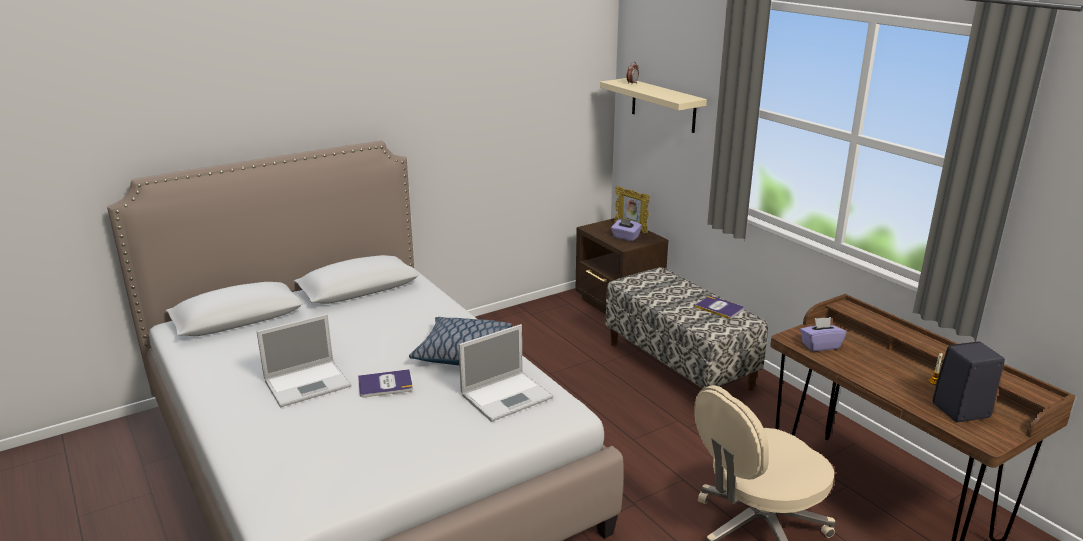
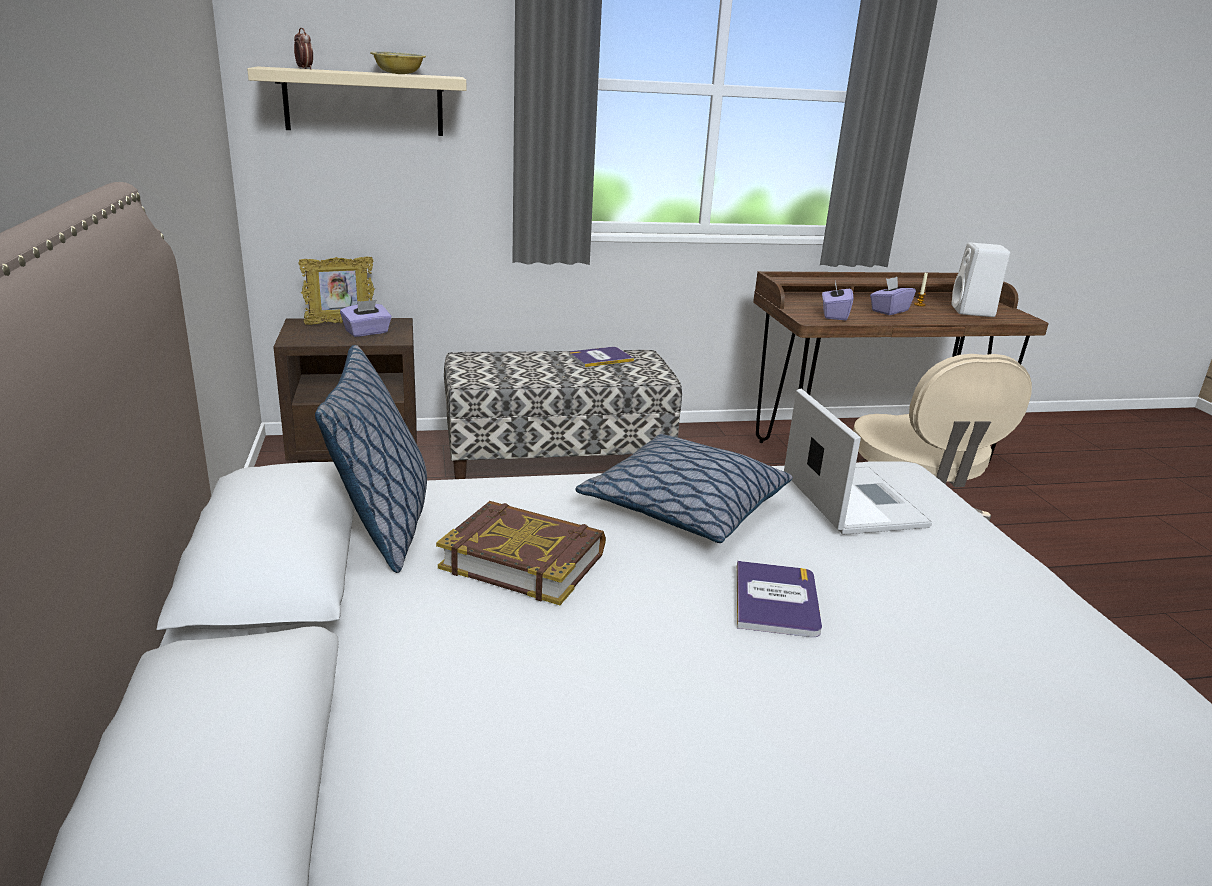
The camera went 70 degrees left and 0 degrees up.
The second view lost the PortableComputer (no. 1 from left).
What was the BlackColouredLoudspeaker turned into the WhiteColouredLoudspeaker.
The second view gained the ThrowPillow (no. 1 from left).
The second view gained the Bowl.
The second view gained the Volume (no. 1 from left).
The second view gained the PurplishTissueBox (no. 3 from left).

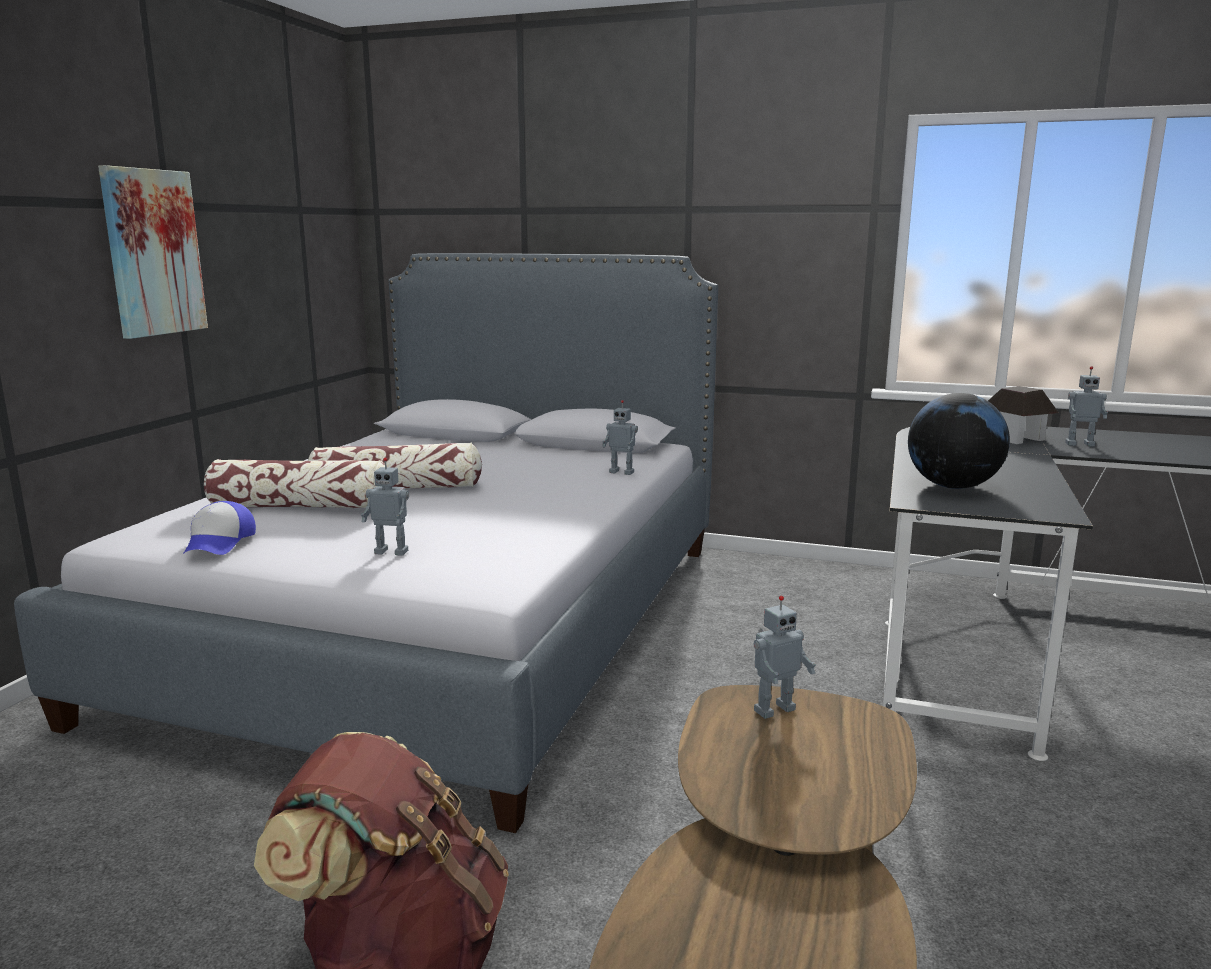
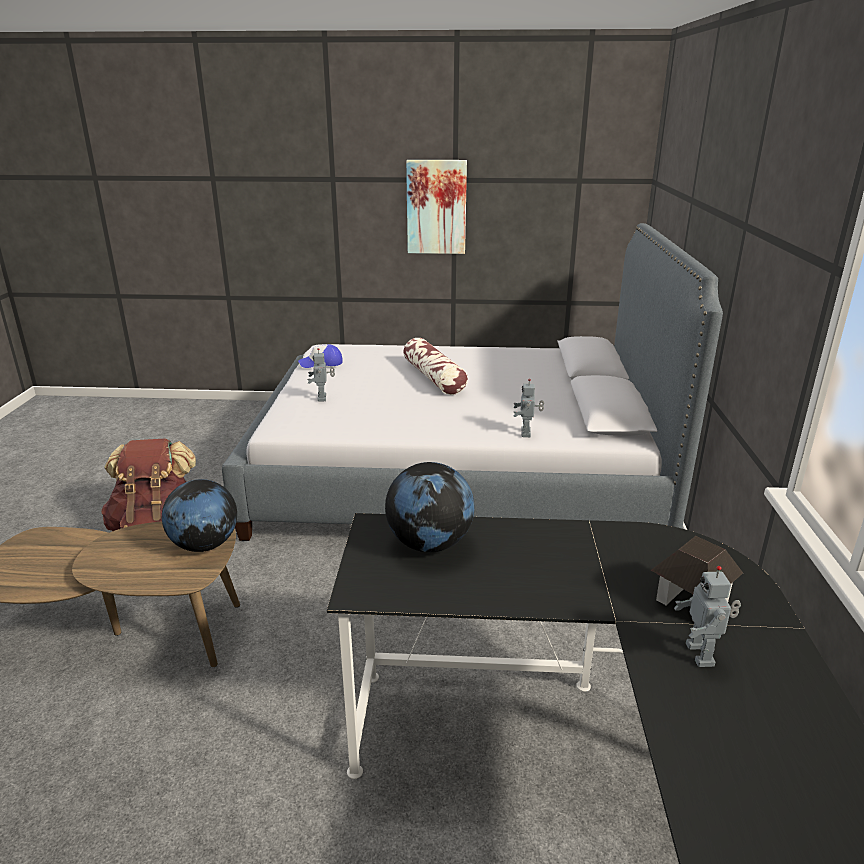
The camera went 75 degrees right and 10 degrees up.
The second view lost the ThrowPillow (no. 1 from left).
Where the ModelRobot (no. 3 from left) stood, the WorldGlobe (no. 1 from left) came to stand.

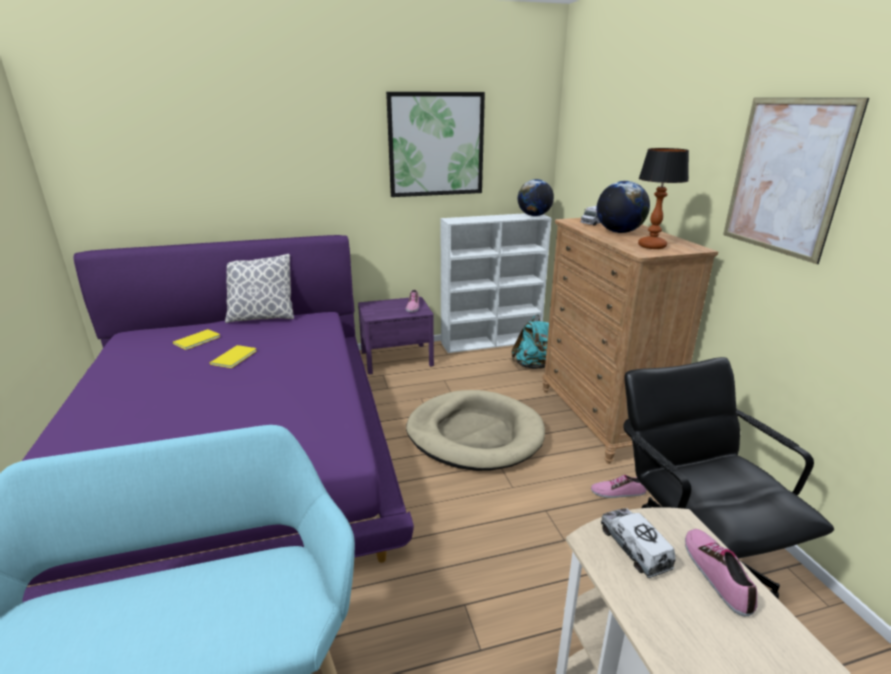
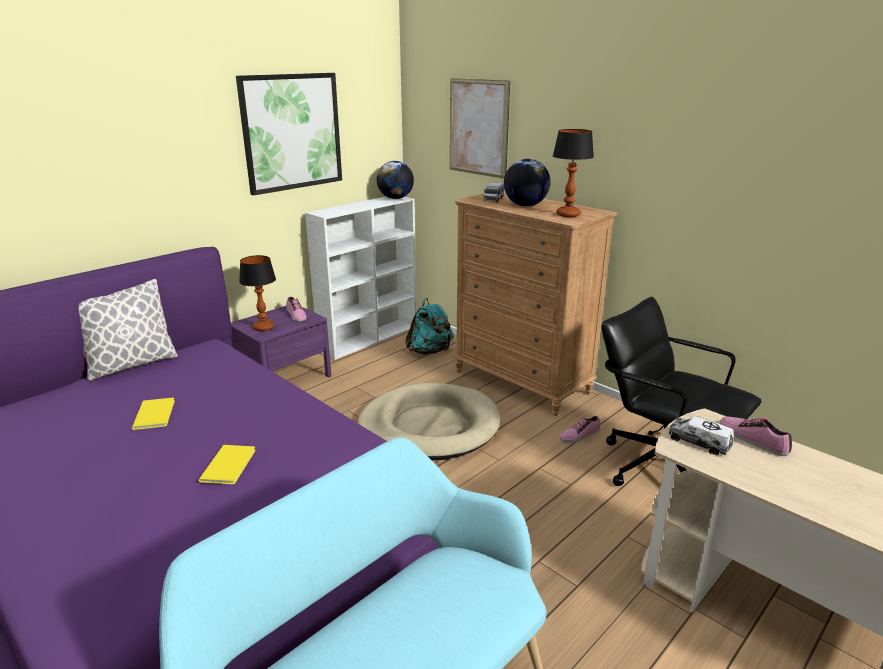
The camera went 30 degrees left and 0 degrees up.
The YellowVolume (no. 1 from left in the first image) ended up elsewhere.
The Picture (no. 2 from left) ended up elsewhere.
The second view gained the LampForATable (no. 1 from left).

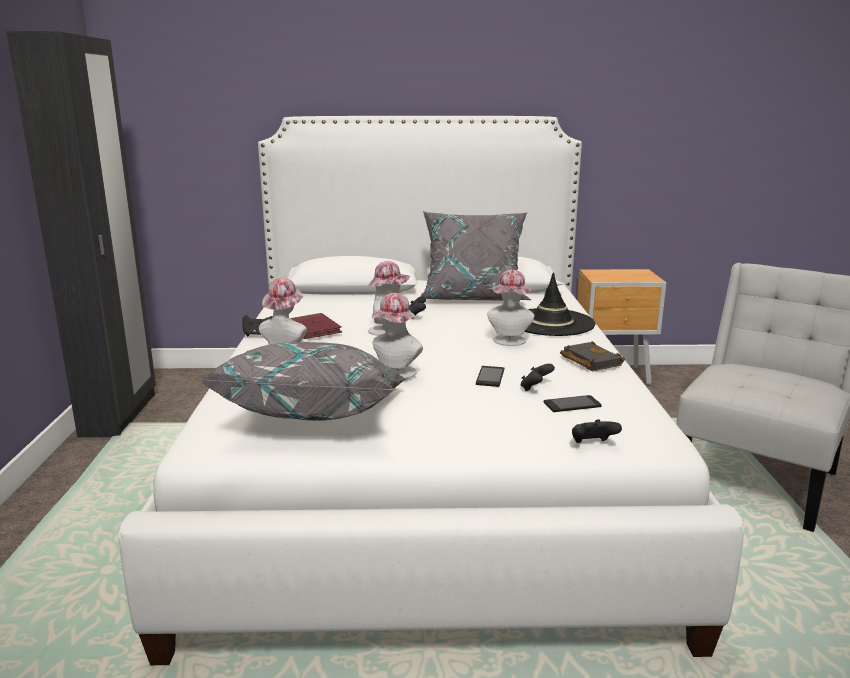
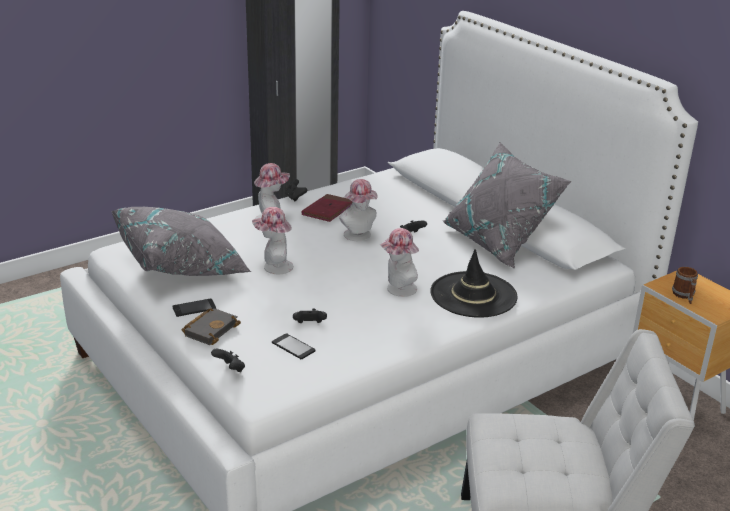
The camera went 55 degrees right and 10 degrees up.
The Telephone (no. 1 from left) ended up elsewhere.
The BlackColouredVolume ended up elsewhere.
The second view gained the TeaMug.

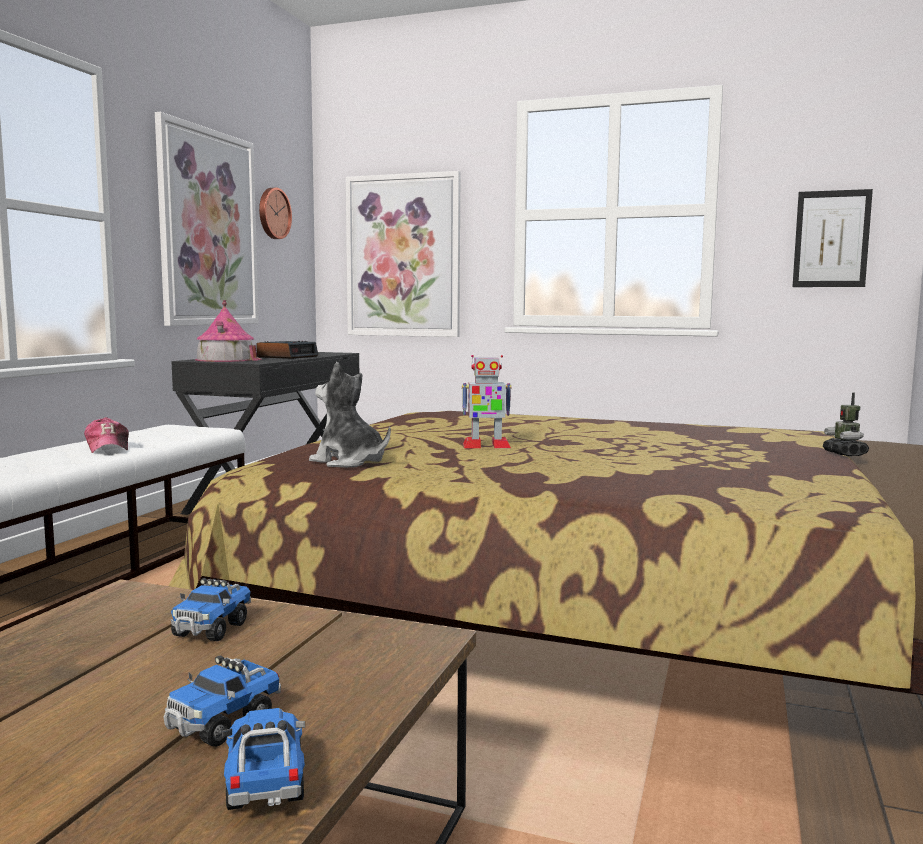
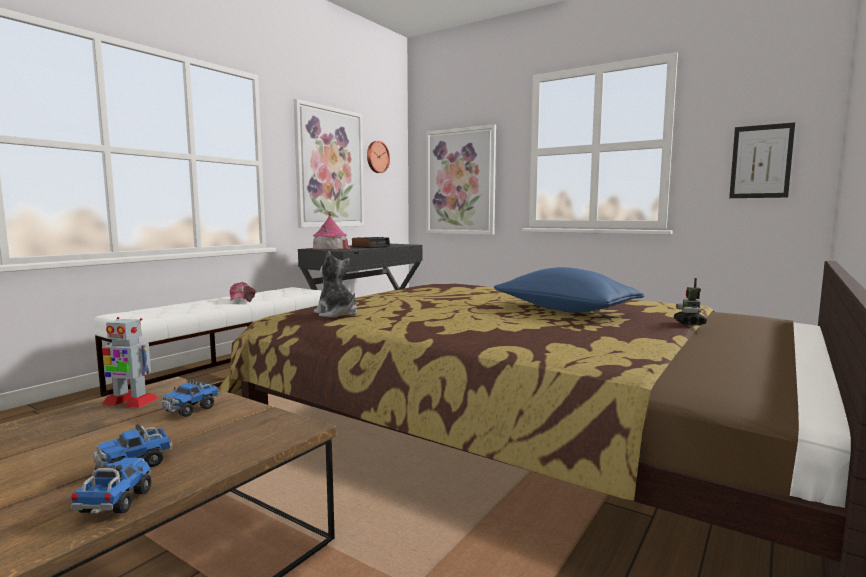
The camera went 15 degrees right and 0 degrees up.
The ModelRobot (no. 1 from left) ended up elsewhere.
The second view gained the BlueThrowPillow.

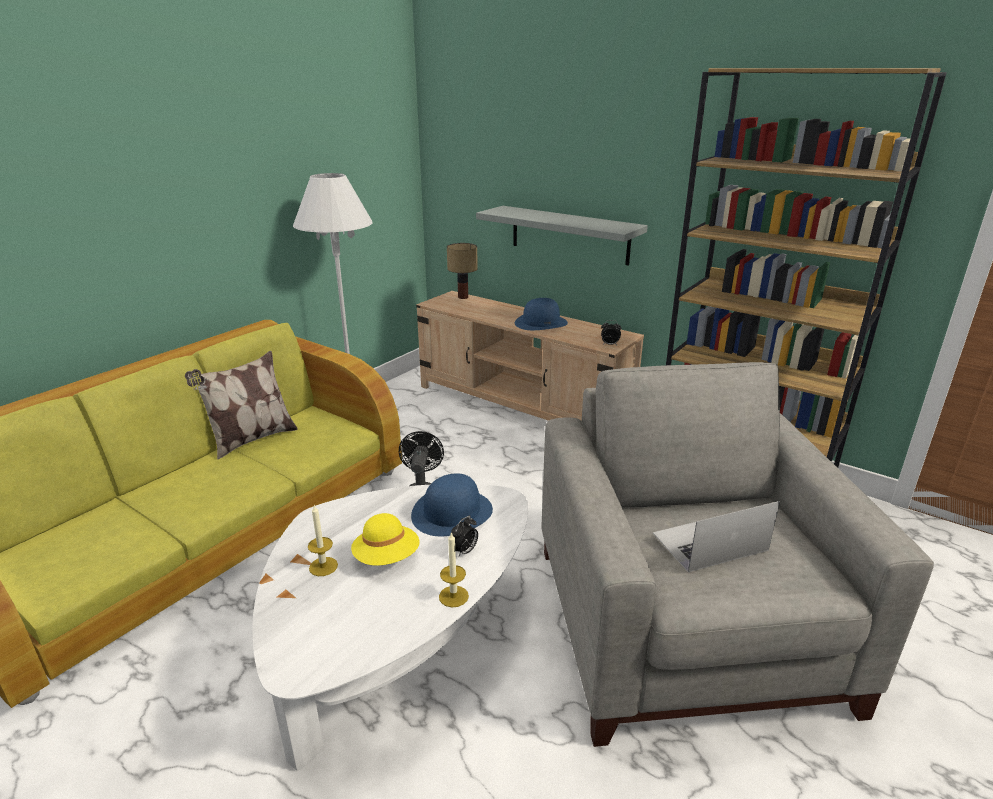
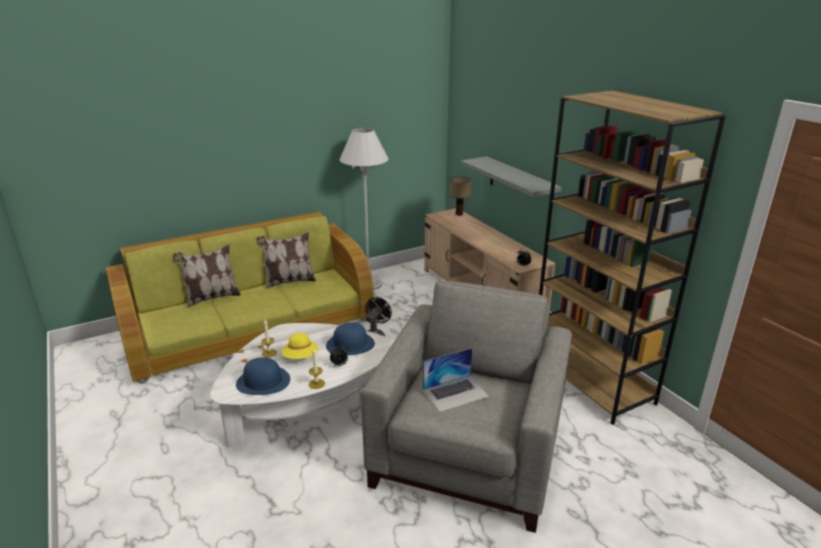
The camera went 25 degrees right and 0 degrees up.
The BlueHat (no. 2 from left in the first image) ended up elsewhere.
The PortableComputer ended up facing another way, 150 degrees clockwise from before.
The second view gained the ThrowPillow (no. 1 from left).

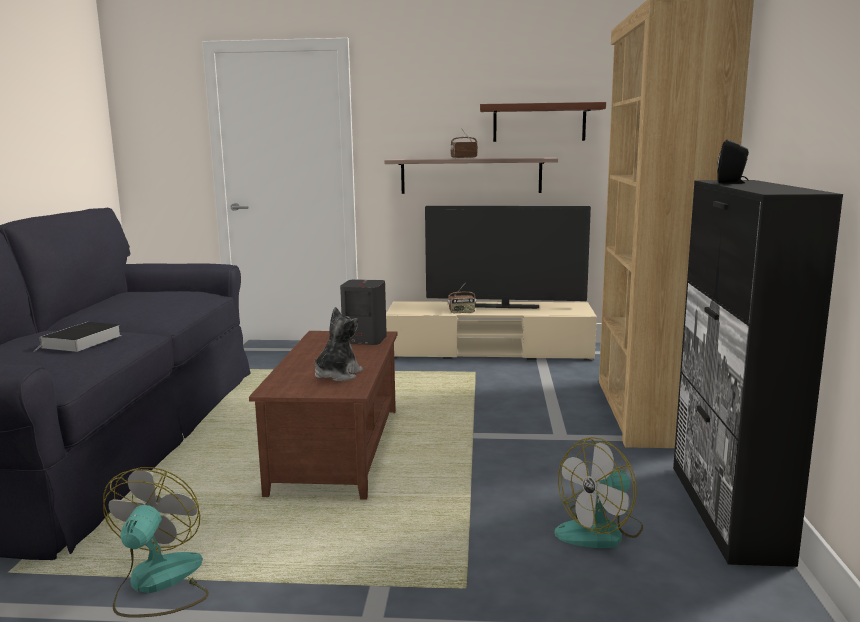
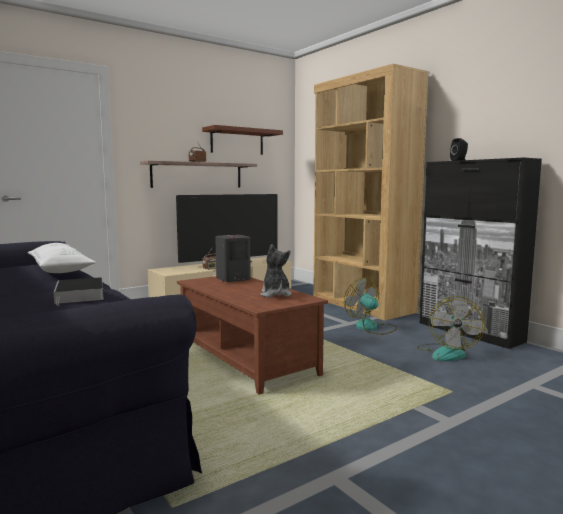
The camera went 40 degrees left and 5 degrees down.
The CoolingFan (no. 1 from left) ended up elsewhere.
The second view gained the WhiteColouredThrowPillow.

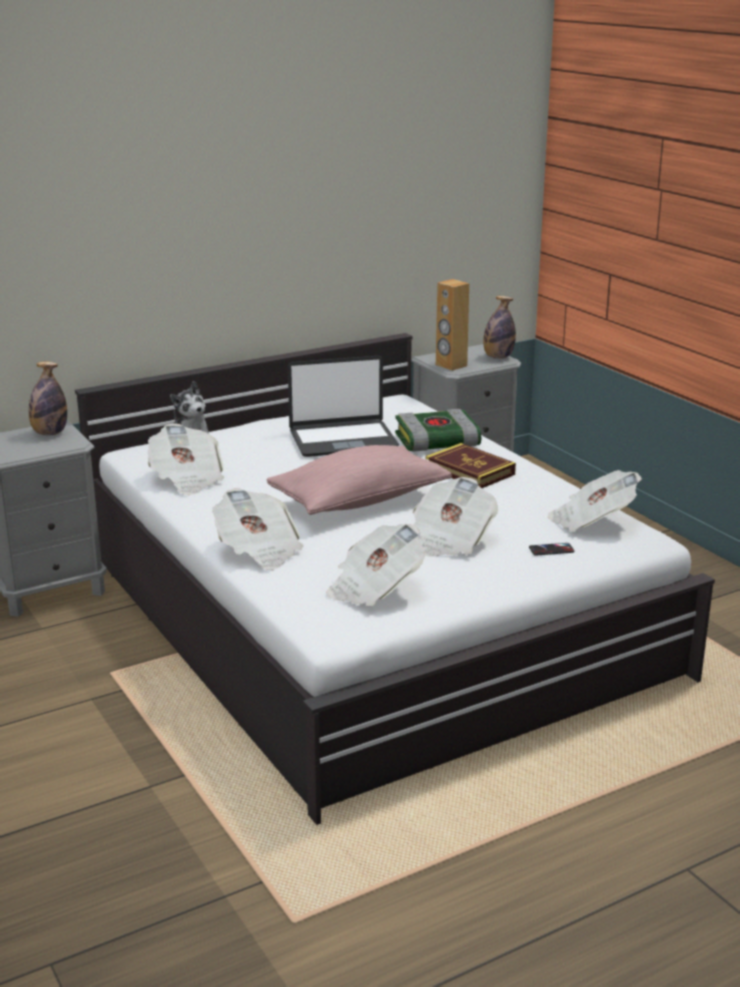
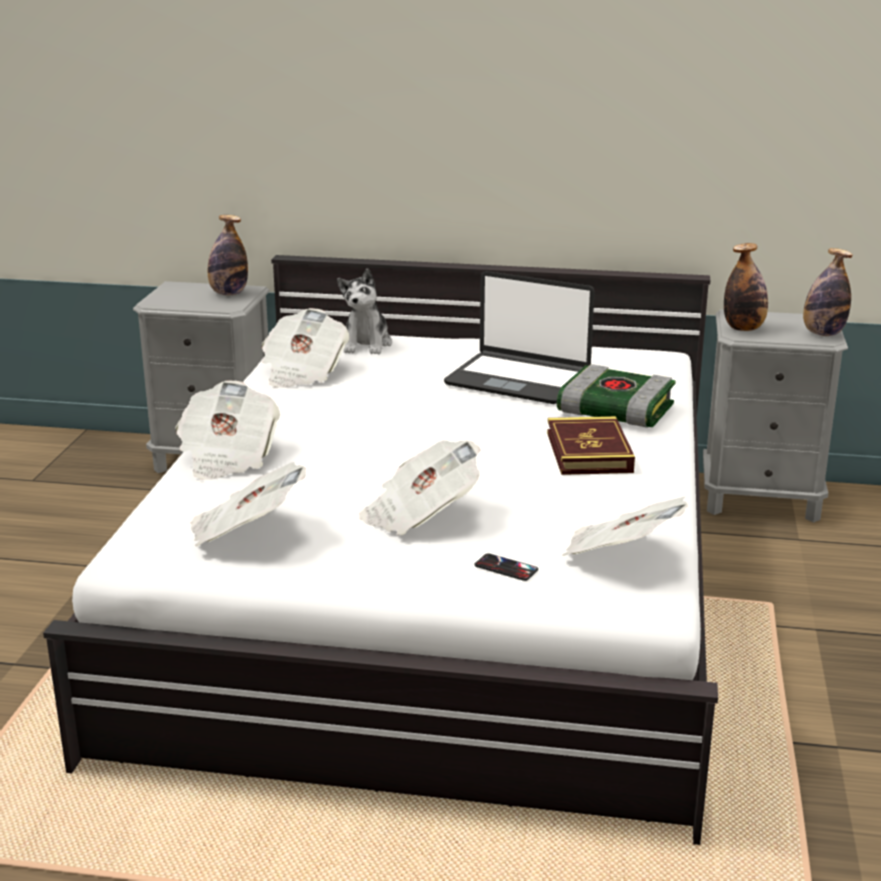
The camera went 40 degrees right and 0 degrees up.
The second view lost the PinkColouredThrowPillow.
Where the BrownishLoudspeaker stood, the Bottle (no. 2 from left) came to stand.

